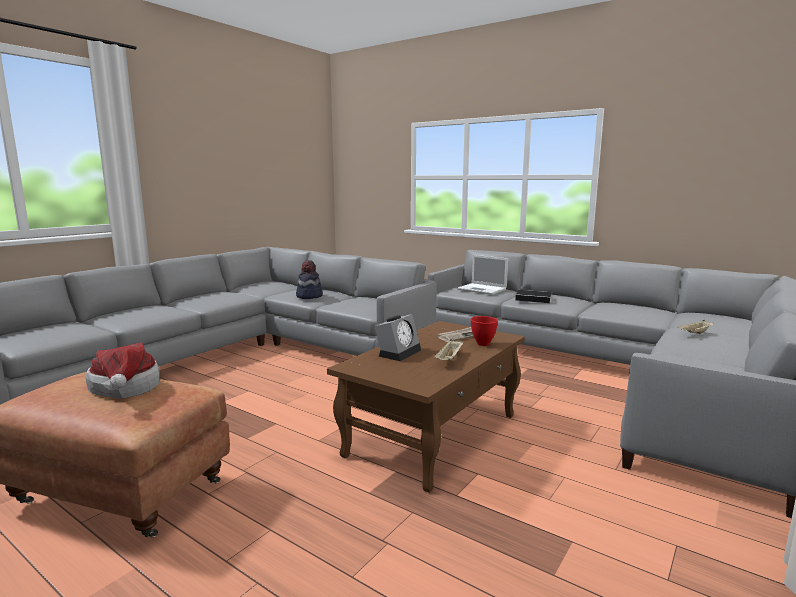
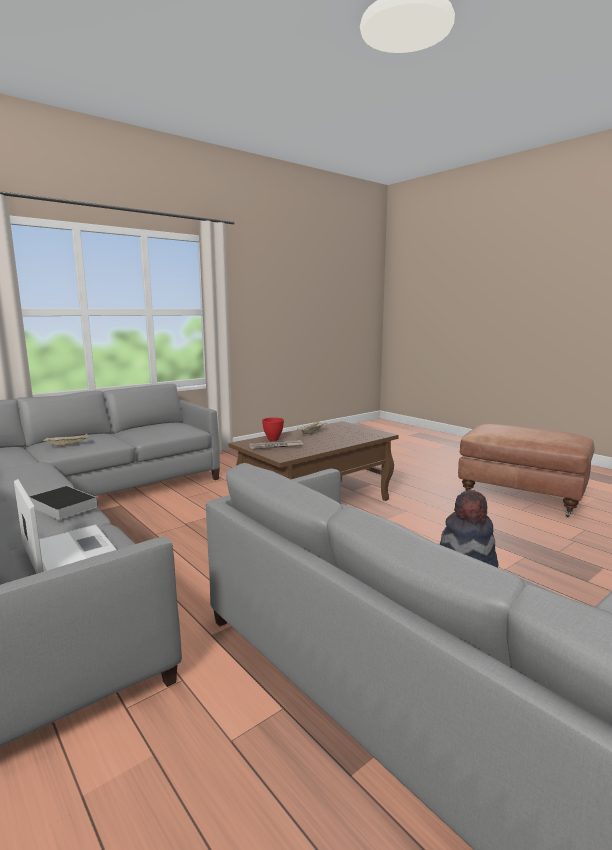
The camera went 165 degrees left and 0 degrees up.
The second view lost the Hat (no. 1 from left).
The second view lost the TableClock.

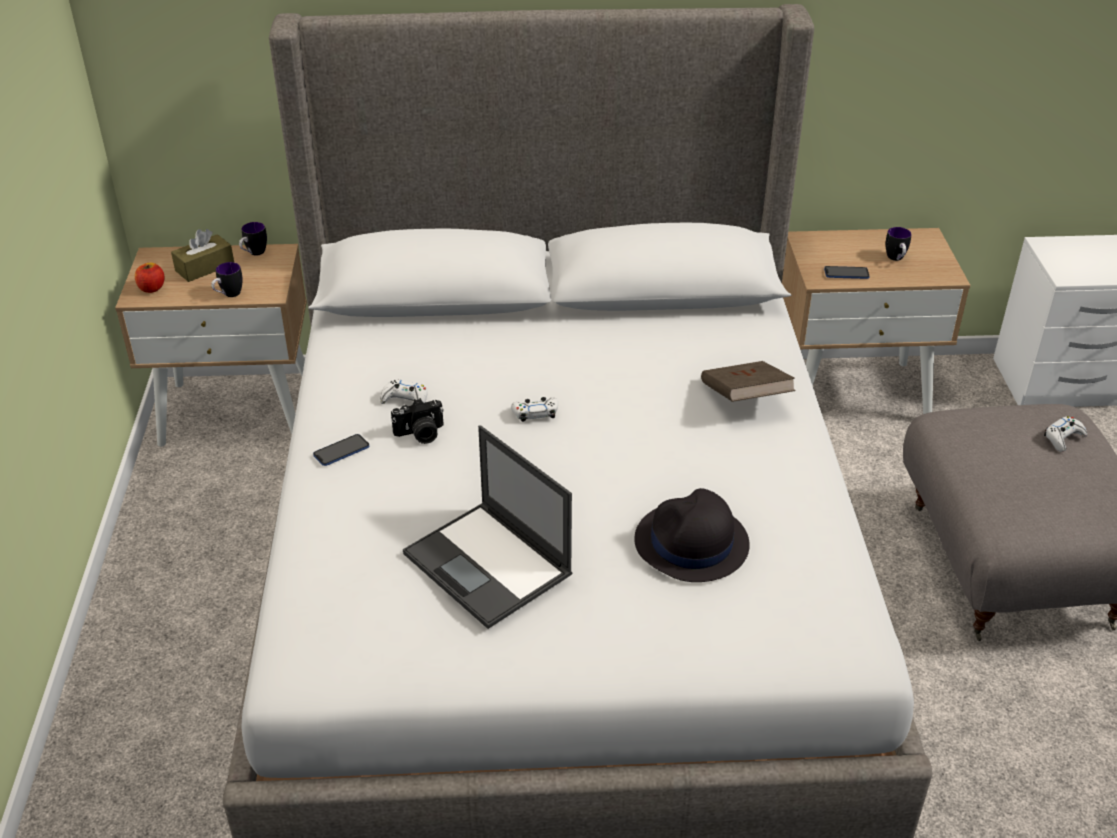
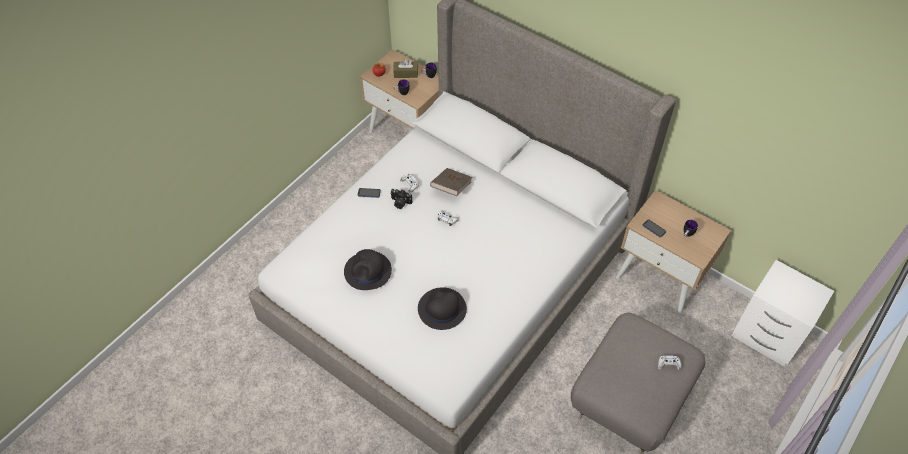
The camera went 40 degrees right and 15 degrees up.
Where the PortableComputer stood, the BlackColouredHat (no. 1 from left) came to stand.
The BrownishVolume ended up elsewhere.

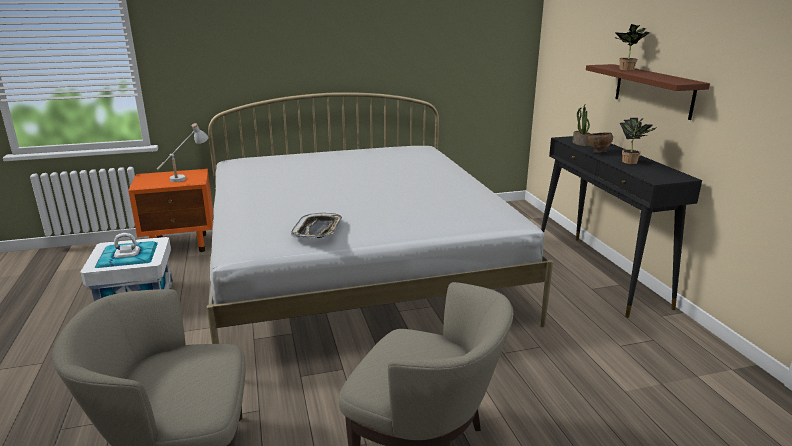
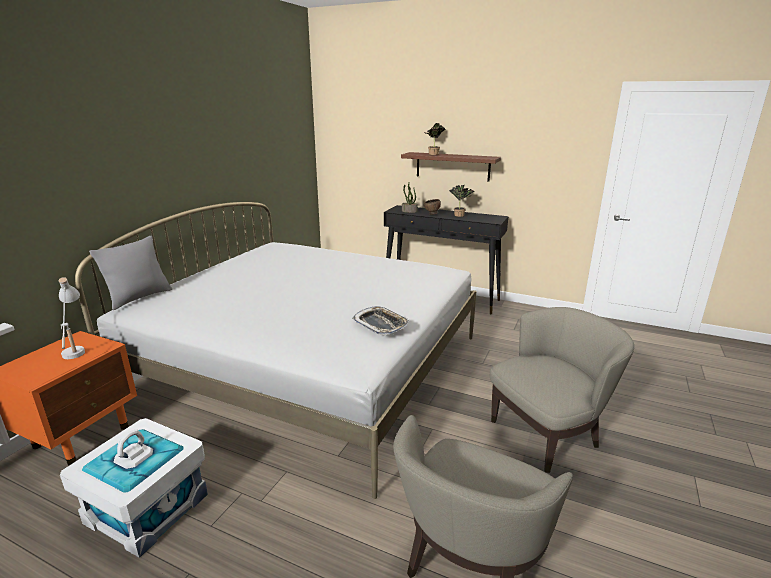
The camera went 50 degrees left and 0 degrees up.
The second view gained the GreyishThrowPillow.

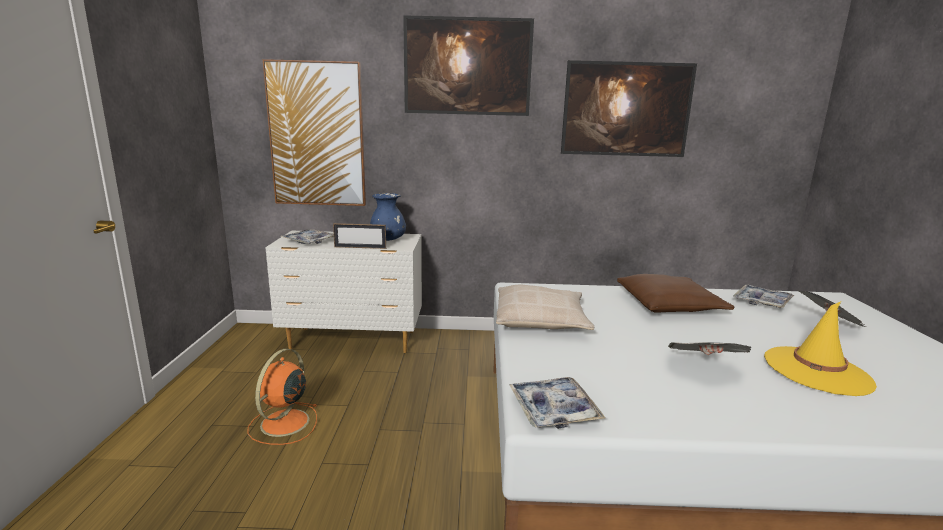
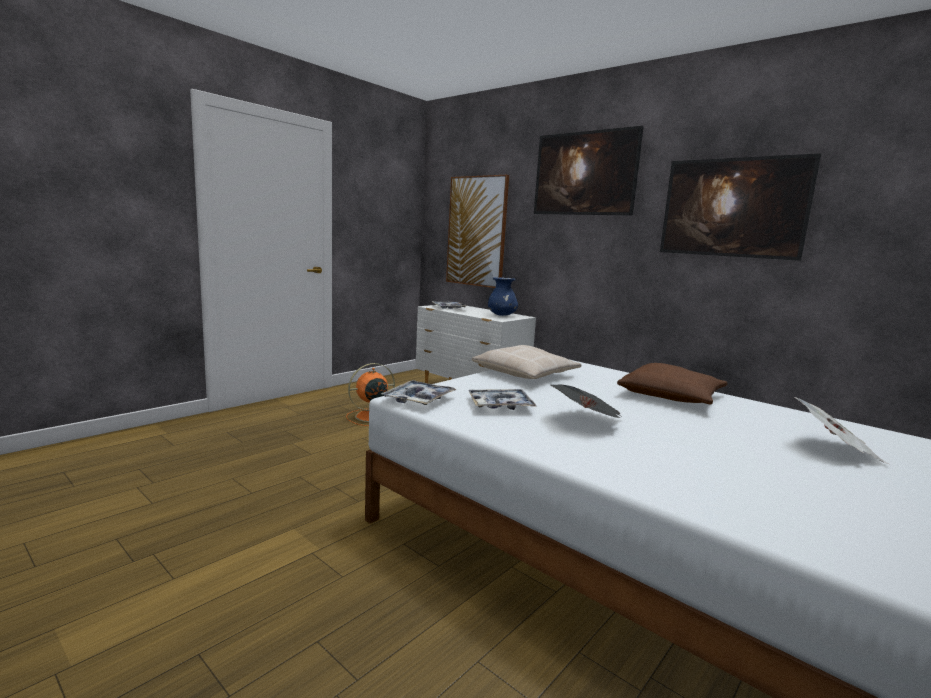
The camera went 40 degrees right and 5 degrees down.
The second view lost the StandingFrame.
The ServingTray (no. 3 from left) ended up elsewhere.
The second view lost the YellowHat.

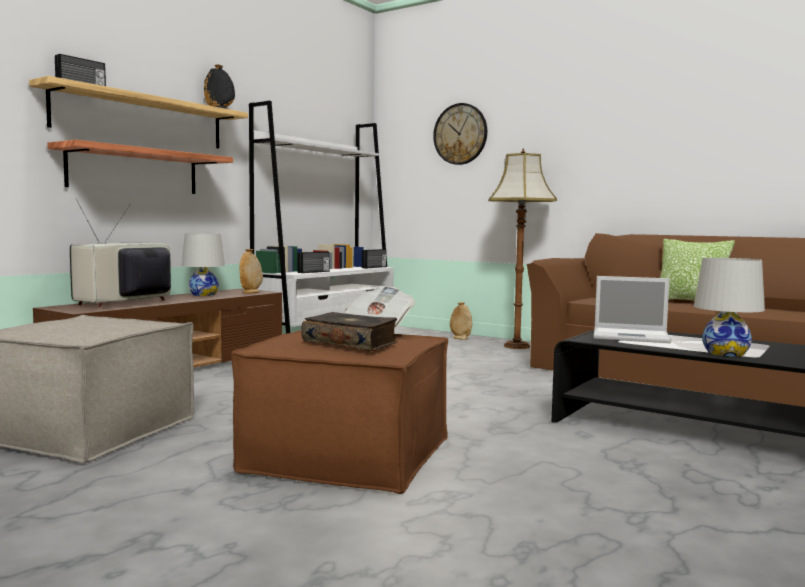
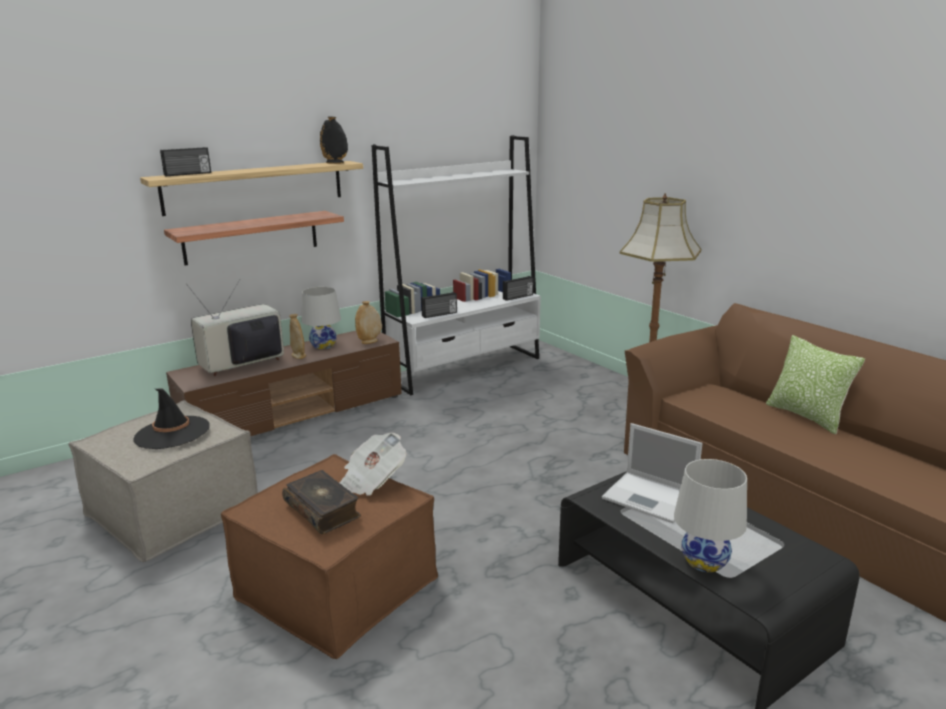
The camera went 20 degrees right and 15 degrees up.
The second view lost the ClockOnTheWall.
The SandColouredVase (no. 2 from left in the first image) ended up elsewhere.
The second view gained the BlackColouredHat.

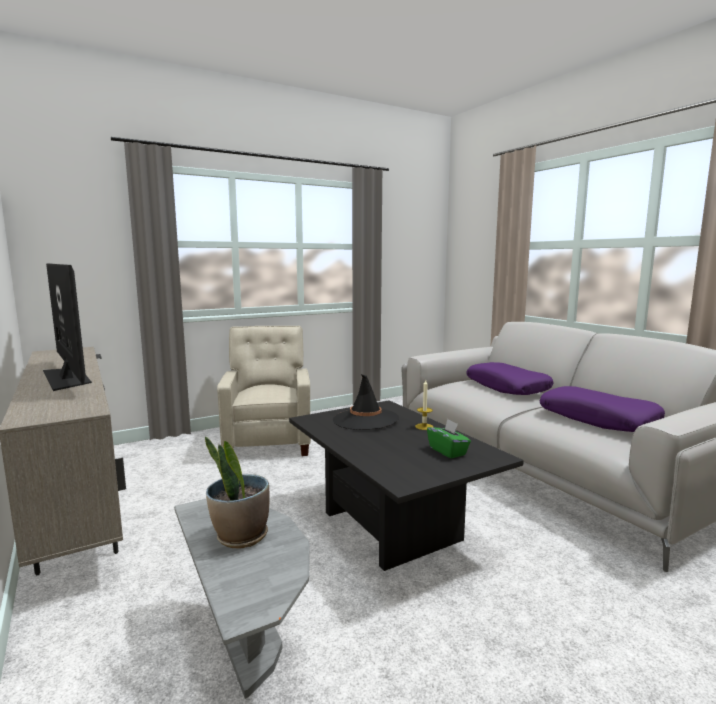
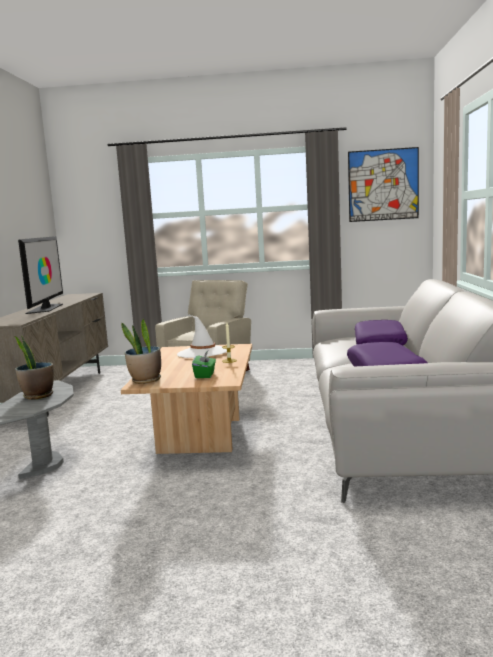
The camera went 35 degrees right and 0 degrees up.
What was the BlackColouredLowTable turned into the SandColouredLowTable.
What was the BlackColouredHat turned into the WhiteColouredHat.
The second view gained the PottedPlant (no. 2 from left).
The second view gained the Picture.

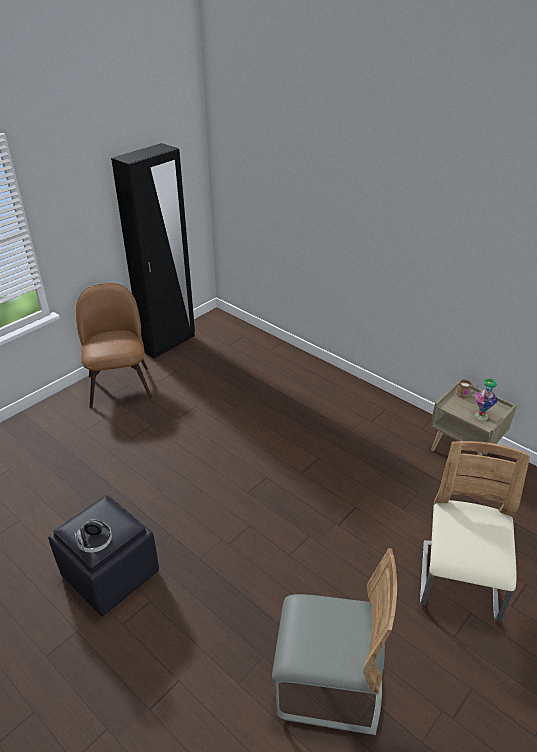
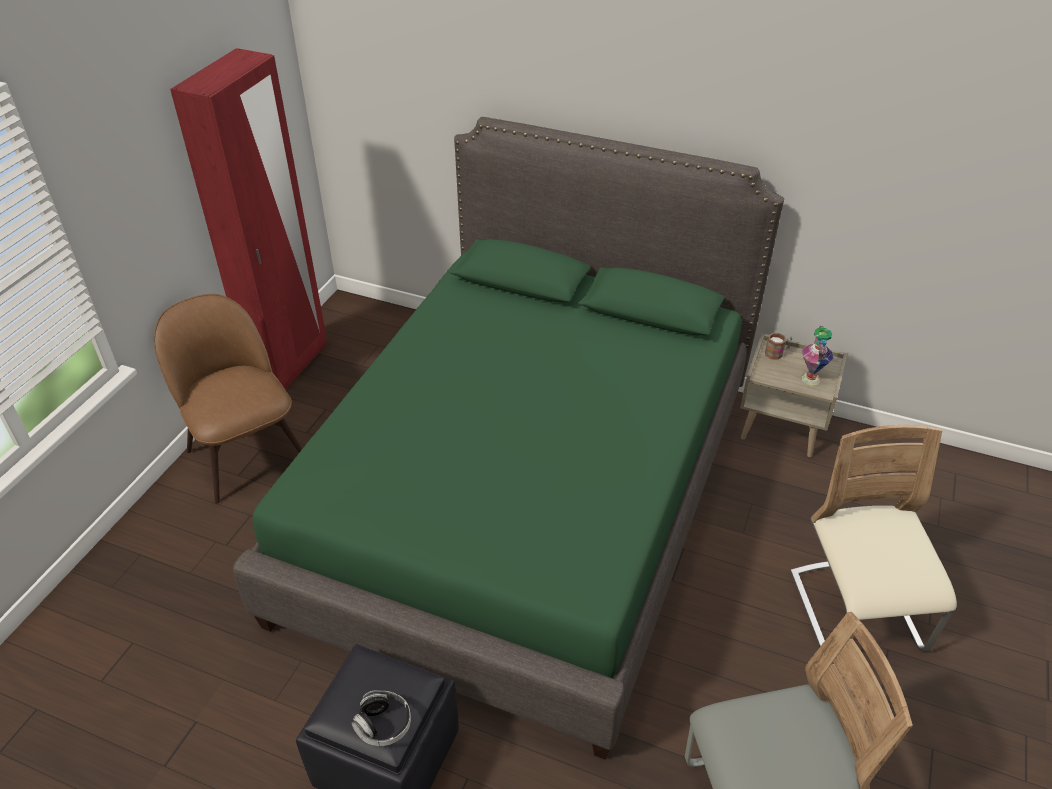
The camera went 20 degrees left and 5 degrees up.
What was the BlackColouredClothesCupboard turned into the RedColouredClothesCupboard.
The second view gained the GreenColouredBedroomBed.

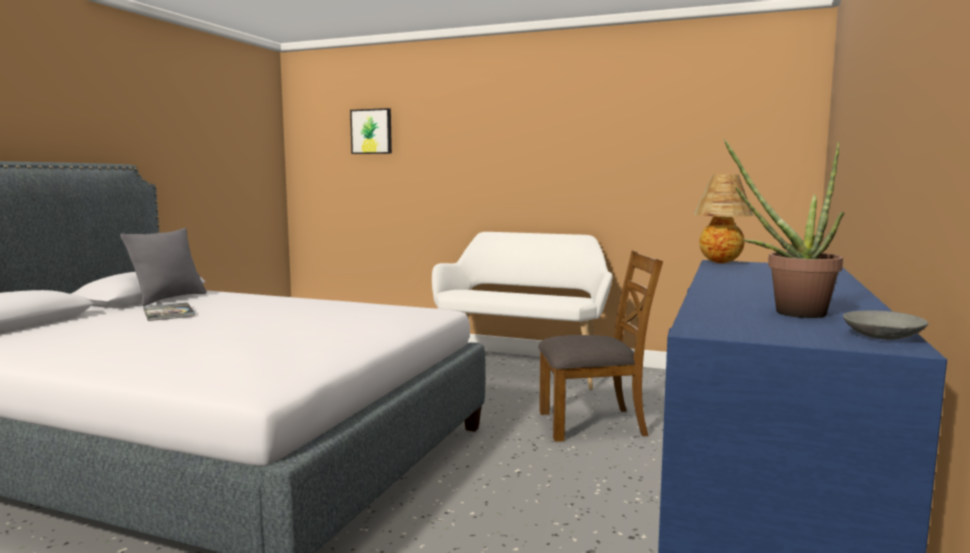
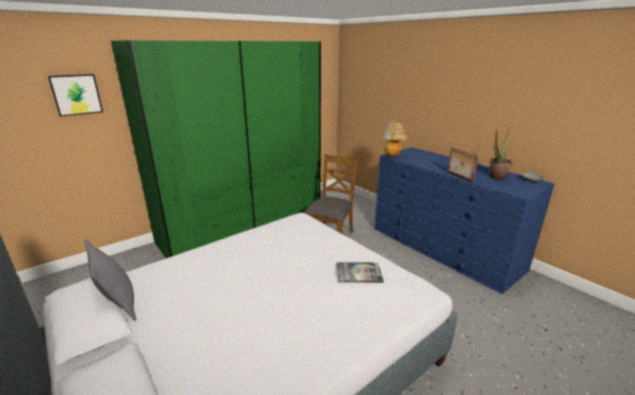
The camera went 60 degrees left and 15 degrees up.
The Volume ended up elsewhere.
Where the WhiteColouredIndoorBench stood, the GreenColouredClothesCupboard came to stand.
The second view gained the StandingFrame.

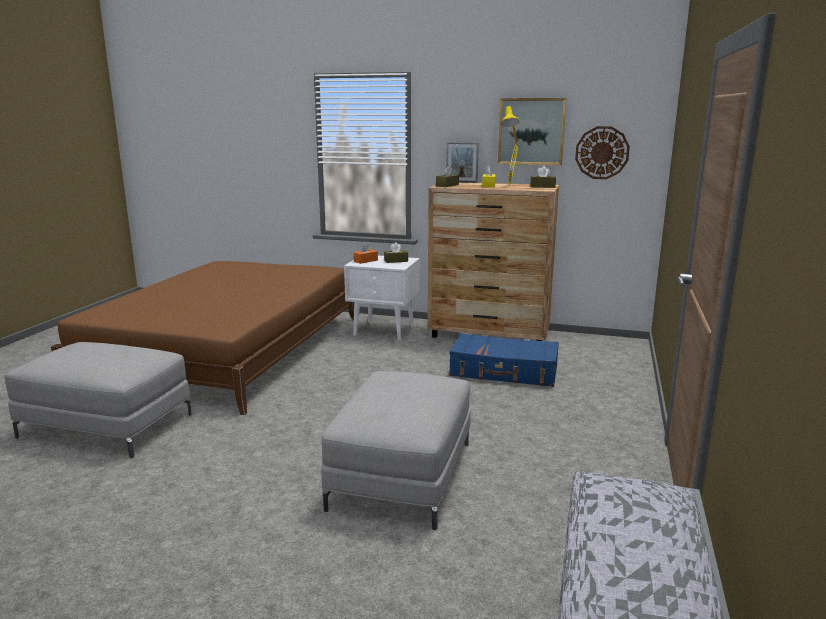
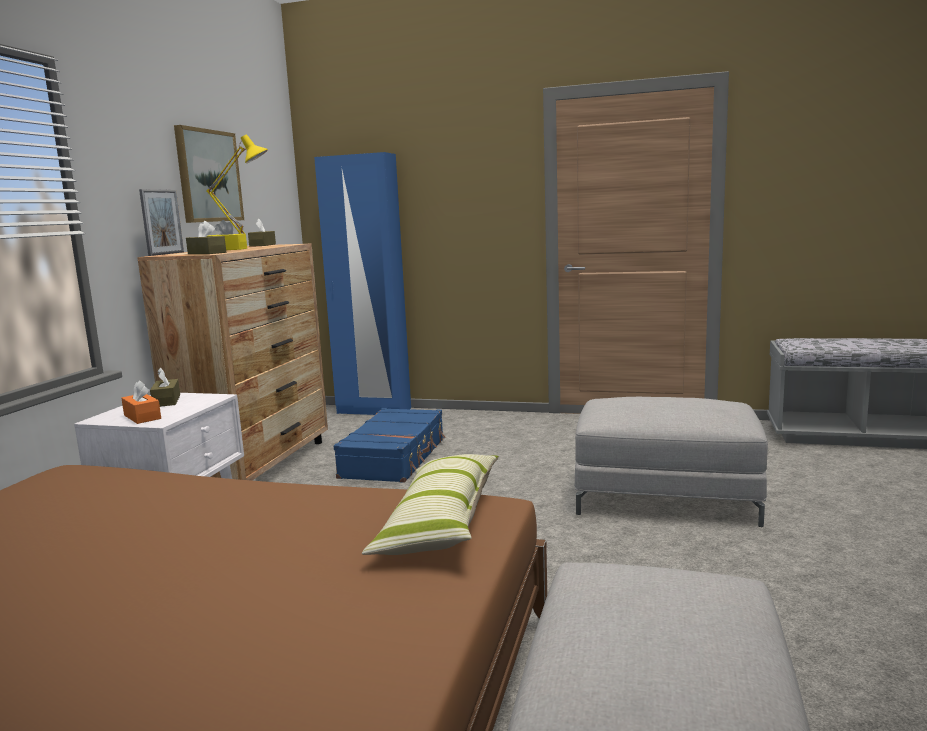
The camera went 90 degrees left and 5 degrees down.
The second view lost the ClockOnTheWall.
The second view gained the BlueClothesCupboard.
The second view gained the ThrowPillow.

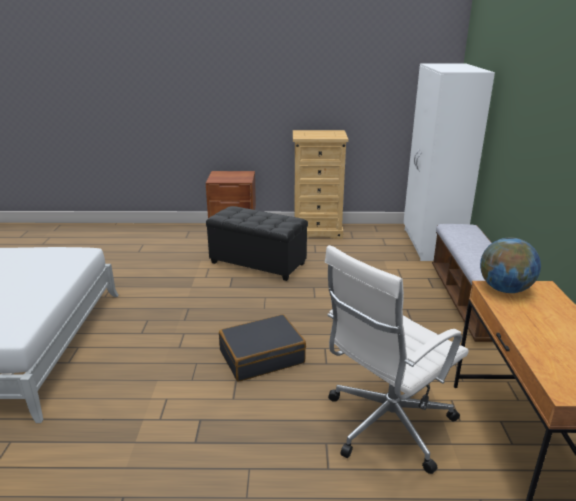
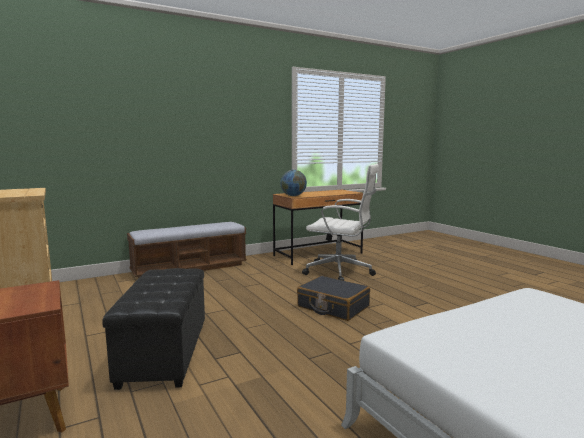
The camera went 120 degrees left and 15 degrees down.
The second view lost the WhiteColouredClothesCupboard.

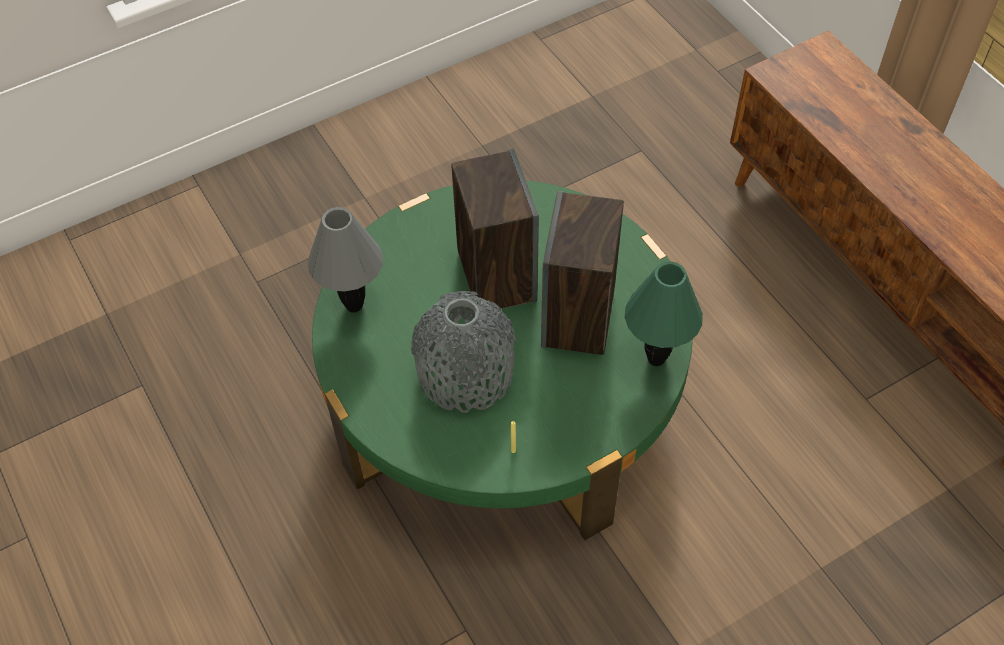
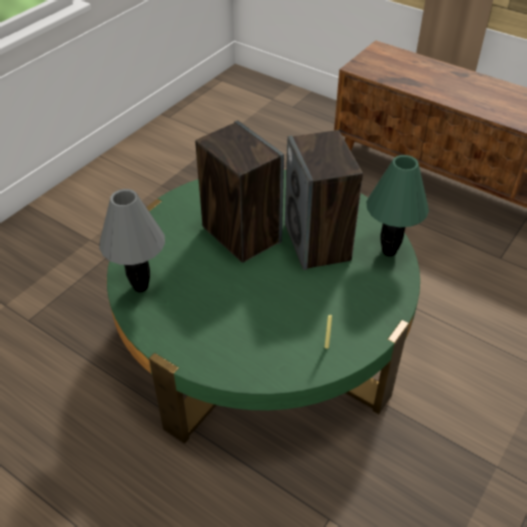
The camera went 25 degrees left and 10 degrees down.
The second view lost the GreyishVase.

